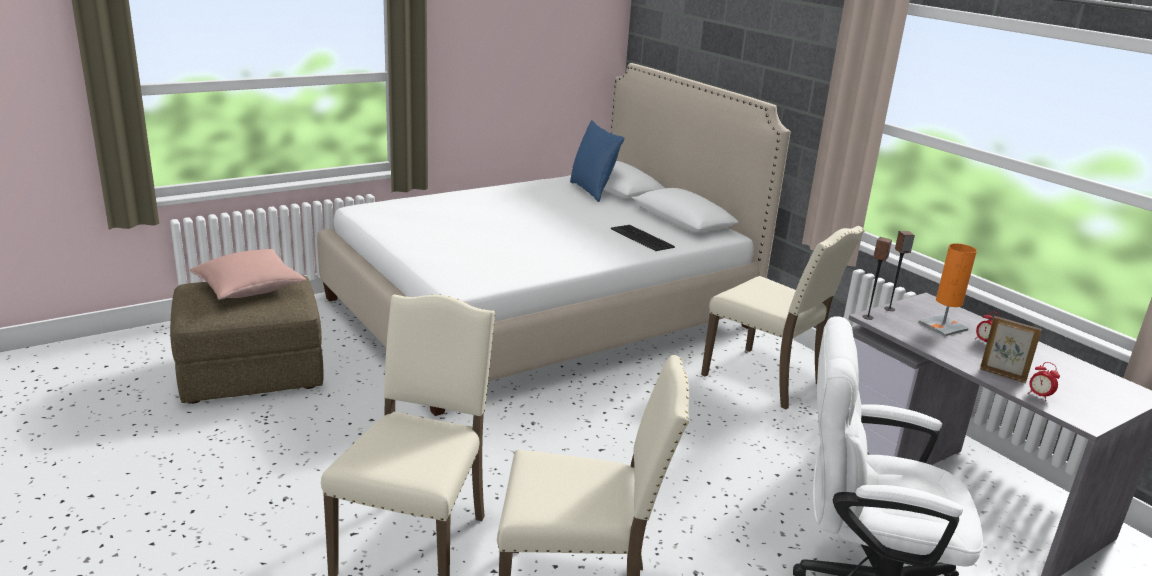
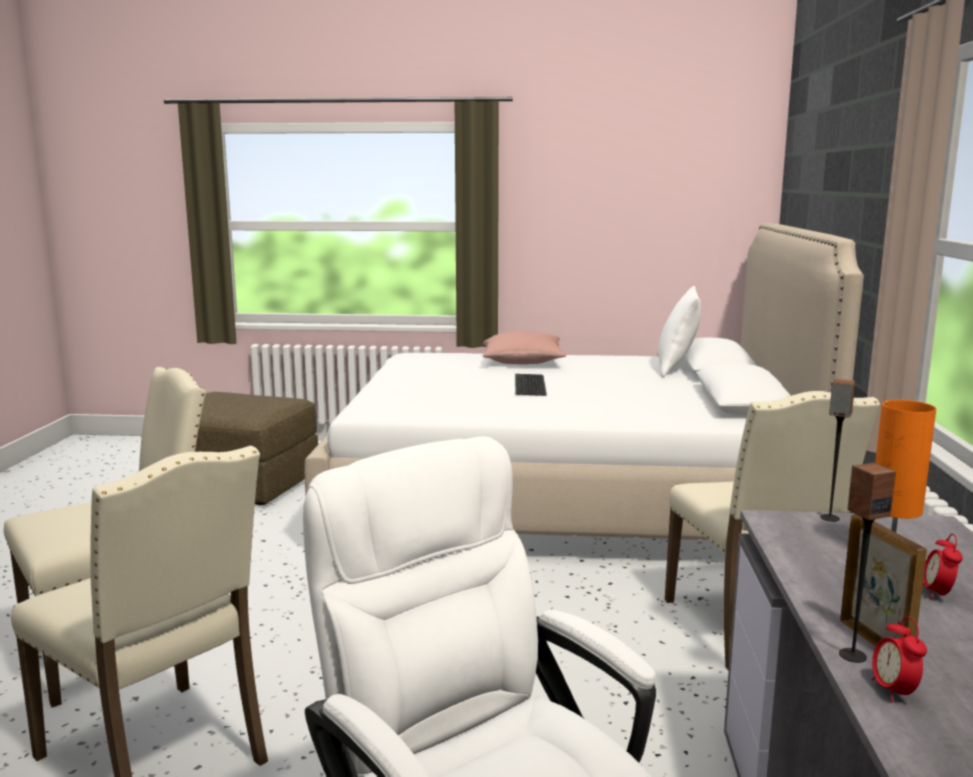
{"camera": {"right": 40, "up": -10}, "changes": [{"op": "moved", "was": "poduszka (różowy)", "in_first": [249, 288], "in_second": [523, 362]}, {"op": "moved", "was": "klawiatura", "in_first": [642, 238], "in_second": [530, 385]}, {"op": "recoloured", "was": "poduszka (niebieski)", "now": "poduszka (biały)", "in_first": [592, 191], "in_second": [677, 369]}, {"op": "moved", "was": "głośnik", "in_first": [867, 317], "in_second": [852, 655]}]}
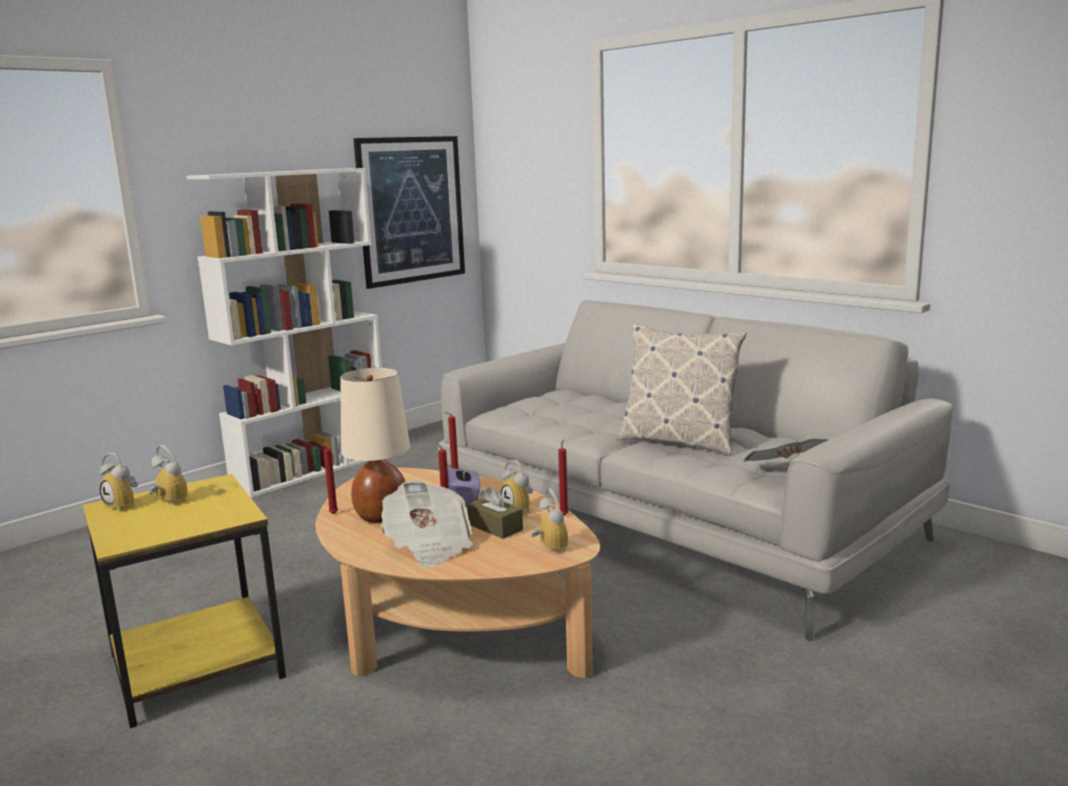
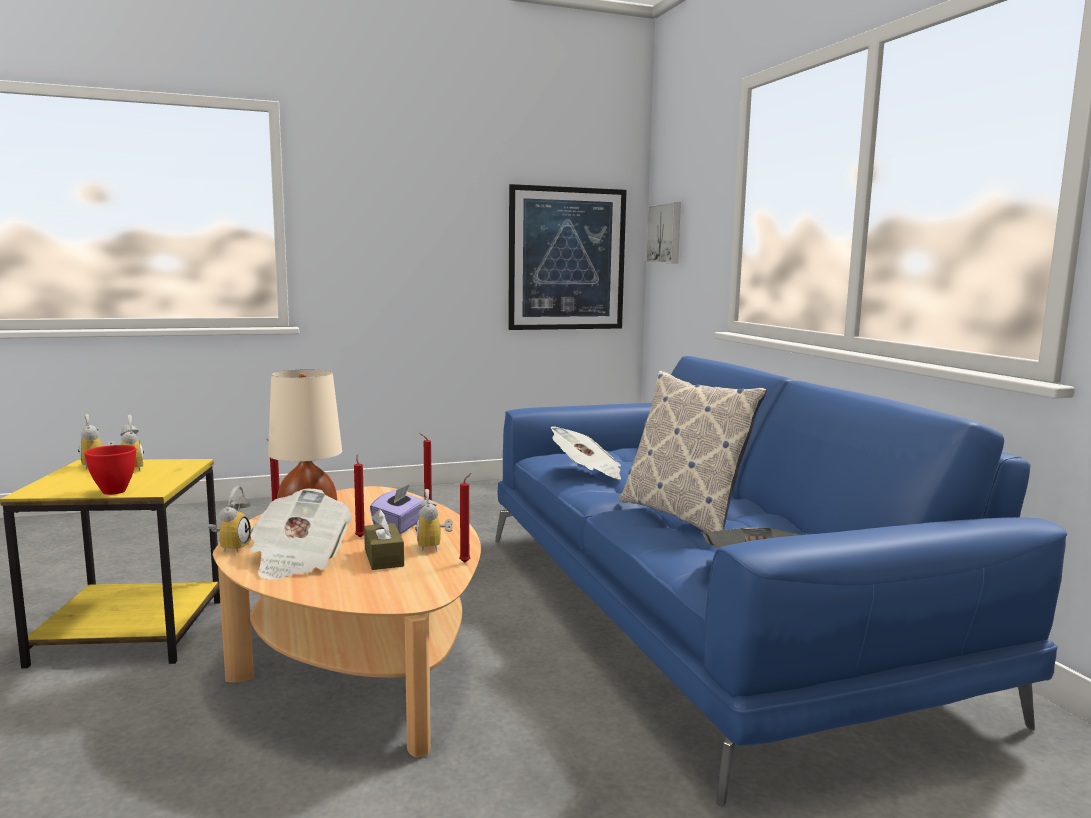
{"camera": {"right": 25, "up": -5}, "changes": [{"op": "added", "now": "miska (czerwony)", "in_second": [114, 492]}, {"op": "moved", "was": "budzik", "in_first": [547, 548], "in_second": [231, 547]}, {"op": "recoloured", "was": "kanapa (szary)", "now": "kanapa (niebieski)", "in_first": [671, 520], "in_second": [702, 615]}, {"op": "added", "now": "gazeta", "in_second": [587, 473]}, {"op": "added", "now": "obraz", "in_second": [665, 233]}, {"op": "removed", "was": "regał (biały)", "in_first": [312, 469]}]}
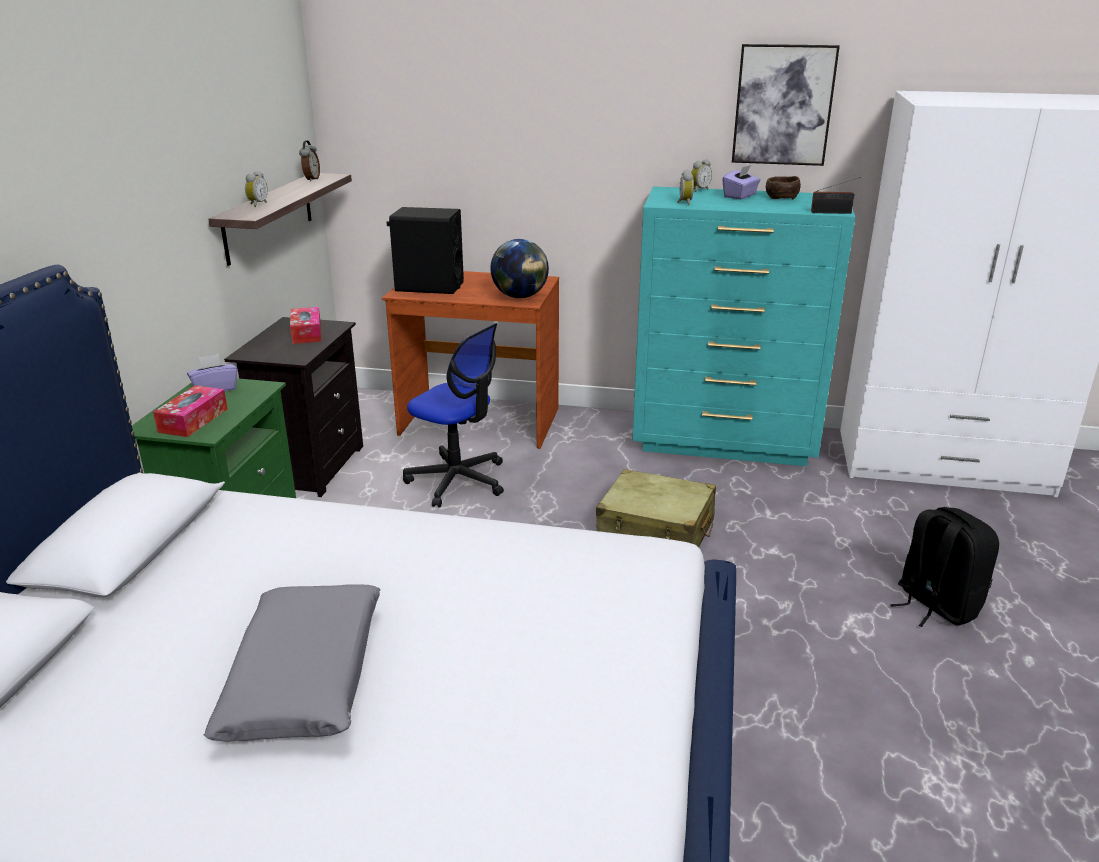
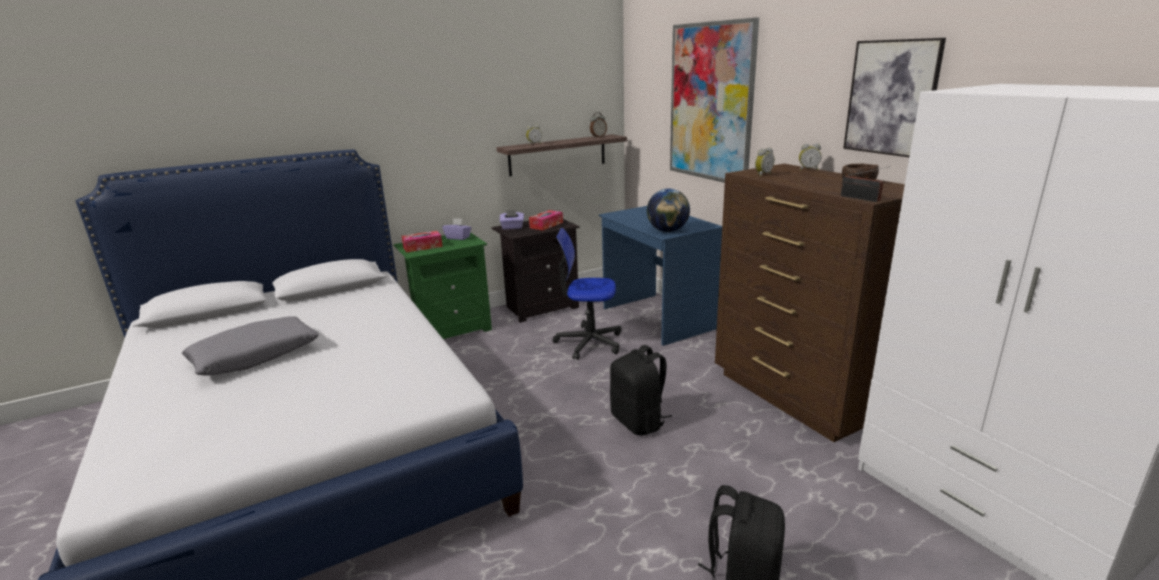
{"camera": {"right": 50, "up": -5}, "changes": [{"op": "moved", "was": "pudełko chusteczek (fioletowy)", "in_first": [740, 196], "in_second": [512, 227]}, {"op": "turned", "was": "krzesło biurowe", "in_first": [458, 480], "in_second": [589, 342], "clockwise": 105}, {"op": "recoloured", "was": "biurko (brązowy)", "now": "biurko (niebieski)", "in_first": [479, 422], "in_second": [657, 318]}, {"op": "replaced", "was": "walizka (beżowy)", "now": "plecak (czarny)", "in_first": [656, 531], "in_second": [639, 422]}, {"op": "added", "now": "obraz", "in_second": [710, 103]}, {"op": "recoloured", "was": "komoda (turkusowy)", "now": "komoda (brązowy)", "in_first": [725, 442], "in_second": [796, 396]}, {"op": "removed", "was": "głośnik (czarny)", "in_first": [429, 286]}]}
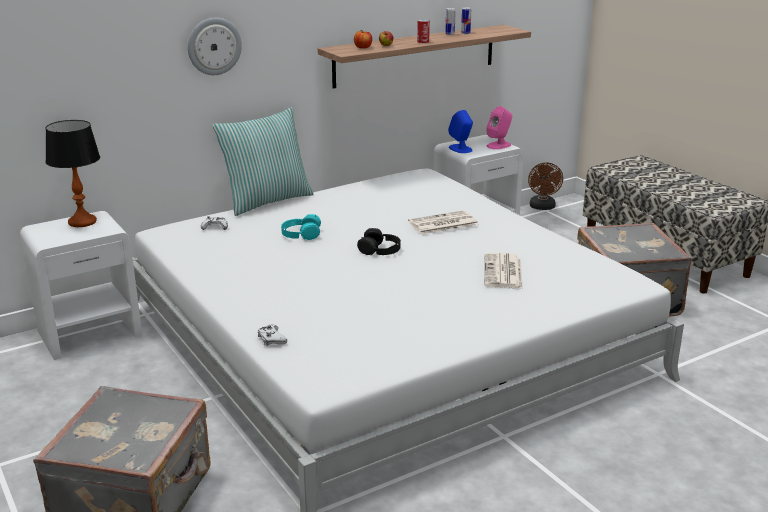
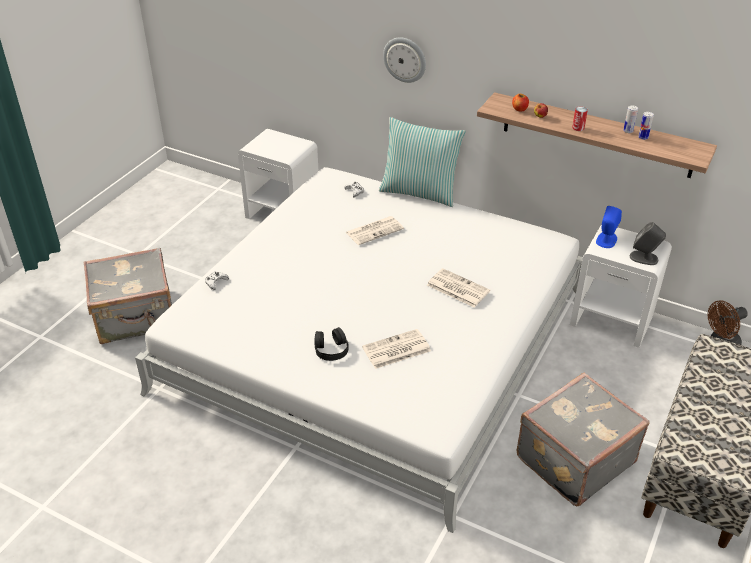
{"camera": {"right": 60, "up": 15}, "changes": [{"op": "moved", "was": "słuchawki (czarny)", "in_first": [380, 249], "in_second": [331, 349]}, {"op": "replaced", "was": "słuchawki (turkusowy)", "now": "gazeta", "in_first": [301, 234], "in_second": [375, 230]}, {"op": "recoloured", "was": "głośnik (różowy)", "now": "głośnik (szary)", "in_first": [499, 145], "in_second": [644, 258]}, {"op": "removed", "was": "lampa stołowa", "in_first": [82, 222]}]}
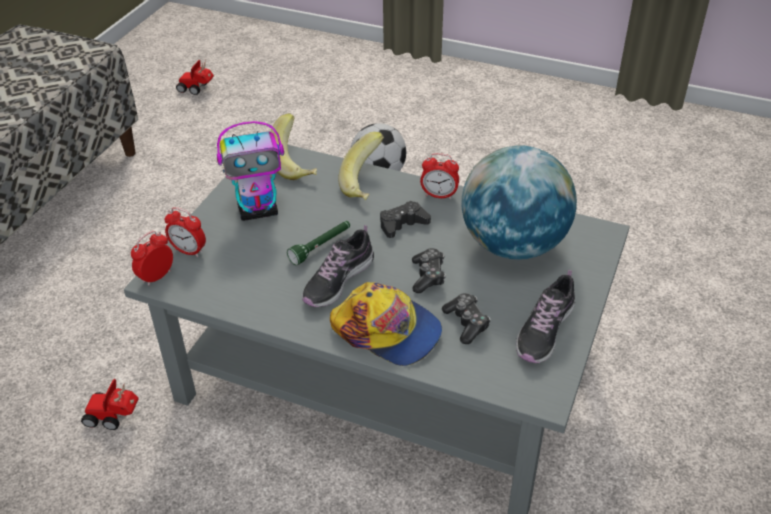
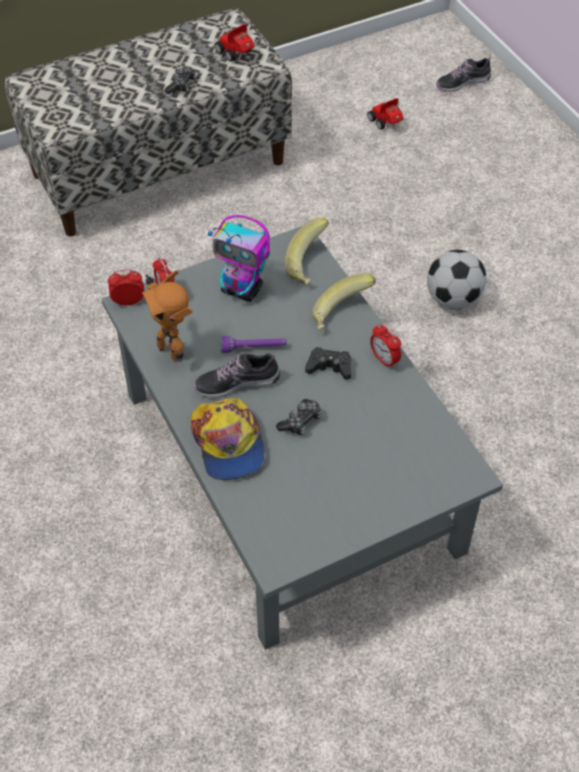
{"camera": {"right": 40, "up": 10}, "changes": [{"op": "added", "now": "robot zabawkowy", "in_second": [171, 350]}, {"op": "moved", "was": "pad do gier", "in_first": [466, 323], "in_second": [181, 85]}, {"op": "moved", "was": "samochodzik", "in_first": [115, 416], "in_second": [237, 54]}, {"op": "recoloured", "was": "latarka (zielony)", "now": "latarka (fioletowy)", "in_first": [321, 247], "in_second": [253, 348]}, {"op": "moved", "was": "but", "in_first": [544, 331], "in_second": [462, 83]}, {"op": "removed", "was": "globus", "in_first": [513, 245]}]}
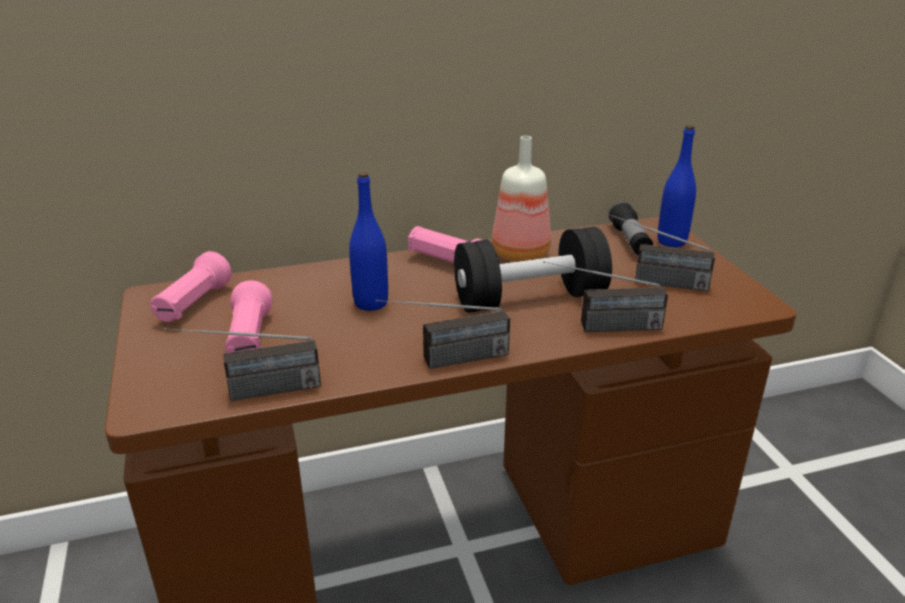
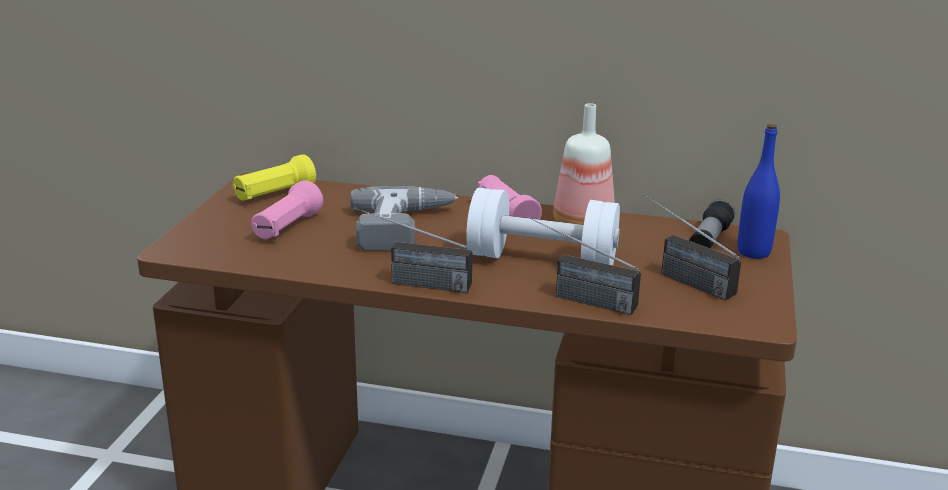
{"camera": {"right": 30, "up": -5}, "changes": [{"op": "recoloured", "was": "latarka (różowy)", "now": "latarka (żółty)", "in_first": [193, 304], "in_second": [274, 195]}, {"op": "replaced", "was": "butelka (niebieski)", "now": "wiertarka", "in_first": [371, 303], "in_second": [405, 228]}, {"op": "recoloured", "was": "hantel (czarny)", "now": "hantel (biały)", "in_first": [530, 298], "in_second": [542, 260]}, {"op": "removed", "was": "radio", "in_first": [251, 393]}]}
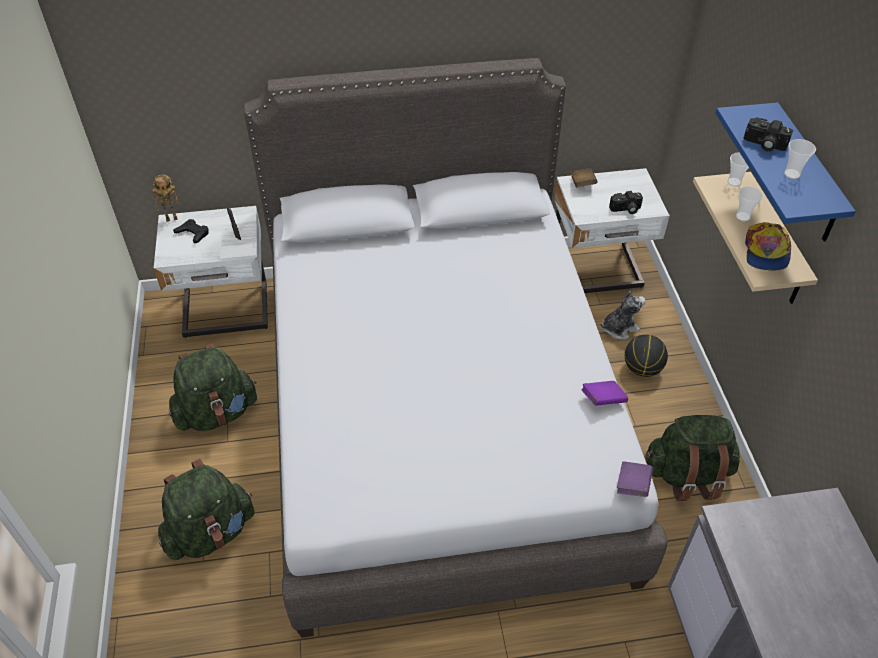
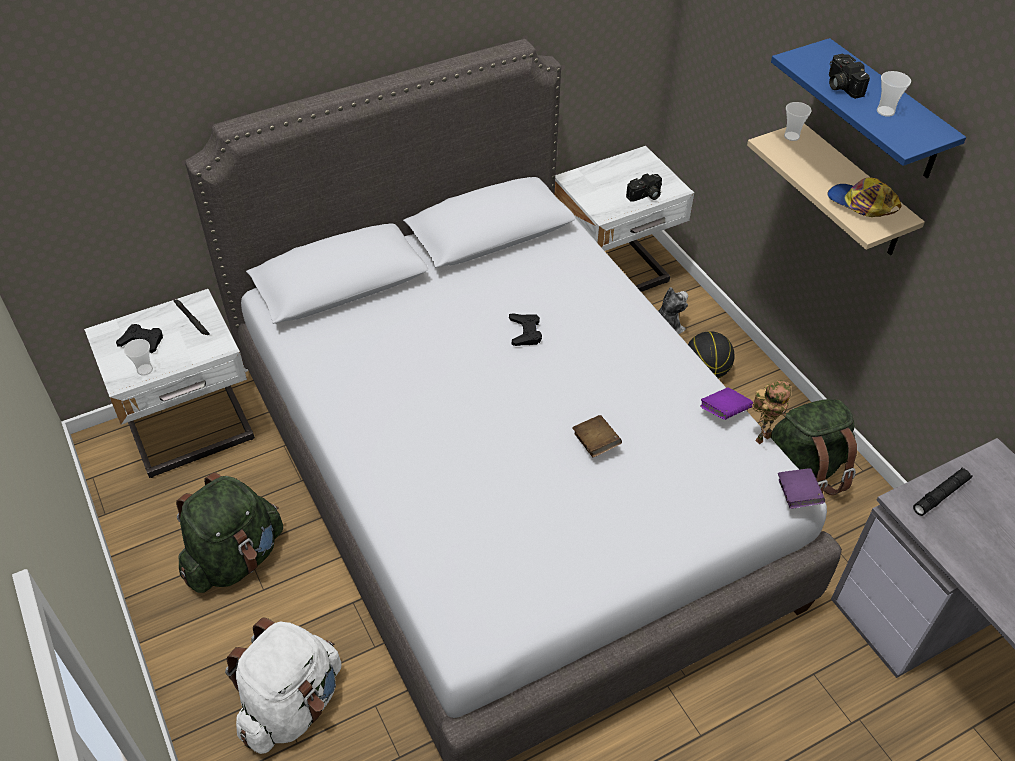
{"camera": {"right": -20, "up": 0}, "changes": [{"op": "moved", "was": "filiżanka", "in_first": [743, 216], "in_second": [145, 370]}, {"op": "recoloured", "was": "plecak (zielony)", "now": "plecak (biały)", "in_first": [211, 532], "in_second": [292, 705]}, {"op": "added", "now": "pad do gier (czarny)", "in_second": [525, 332]}, {"op": "moved", "was": "książka (brązowy)", "in_first": [582, 184], "in_second": [595, 443]}, {"op": "moved", "was": "robot zabawkowy", "in_first": [172, 218], "in_second": [762, 436]}, {"op": "turned", "was": "czapka z daszkiem", "in_first": [766, 252], "in_second": [861, 204], "clockwise": 135}, {"op": "turned", "was": "aparat fotograficzny", "in_first": [764, 144], "in_second": [841, 86], "clockwise": 60}, {"op": "added", "now": "latarka (czarny)", "in_second": [940, 495]}]}
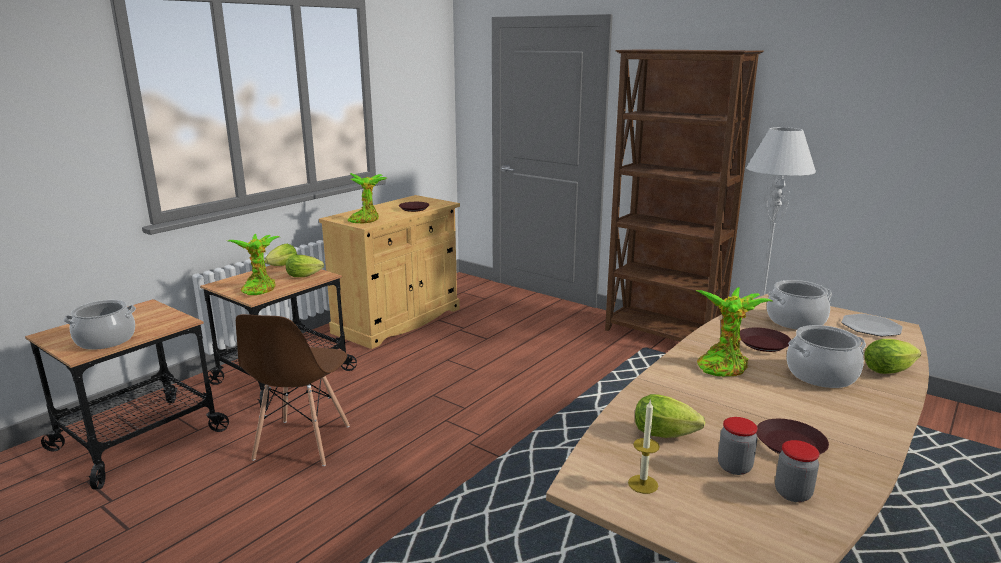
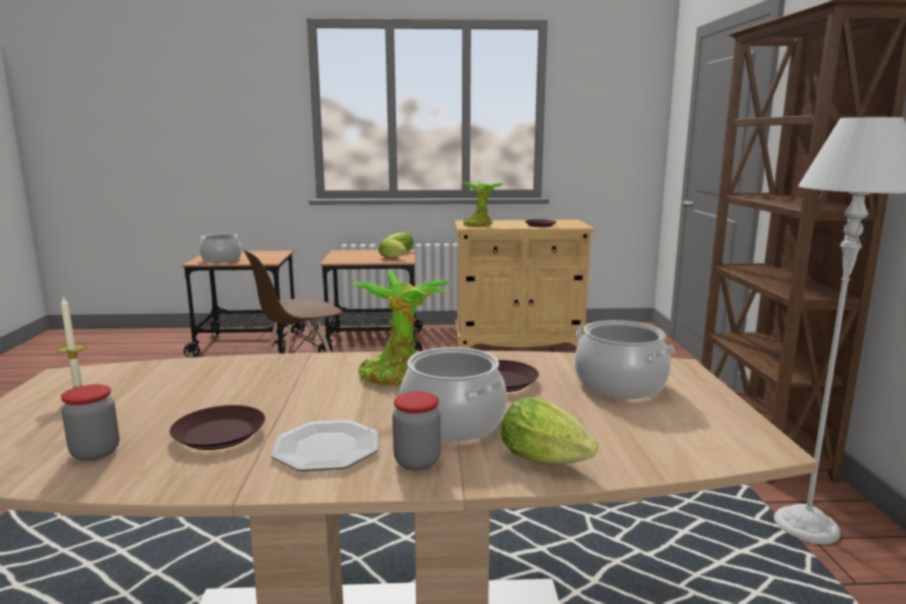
{"camera": {"right": 50, "up": -5}, "changes": [{"op": "moved", "was": "talerz", "in_first": [871, 327], "in_second": [326, 448]}, {"op": "moved", "was": "słoik", "in_first": [734, 467], "in_second": [417, 461]}, {"op": "removed", "was": "roślina doniczkowa", "in_first": [259, 288]}, {"op": "removed", "was": "sałata", "in_first": [668, 435]}]}
